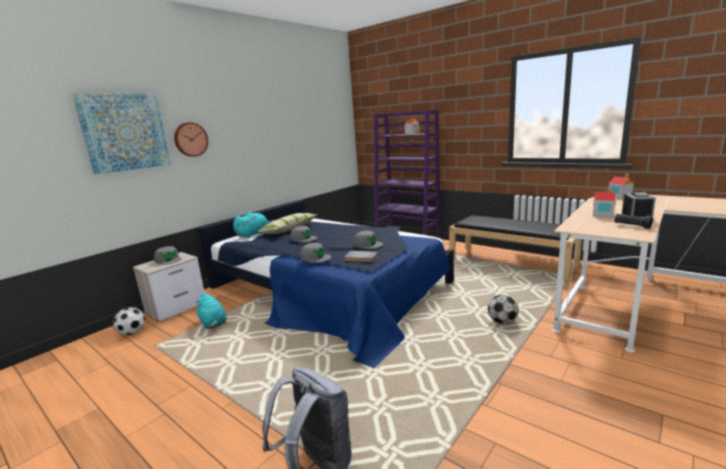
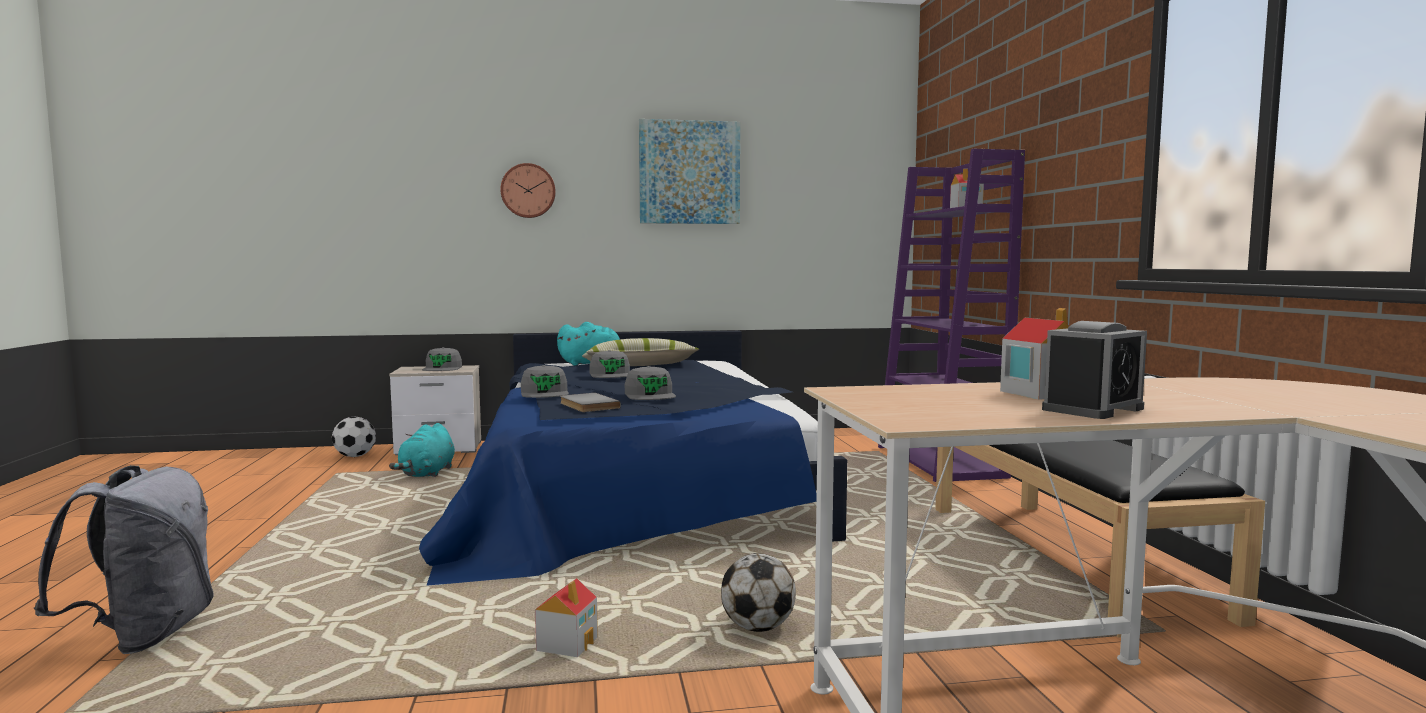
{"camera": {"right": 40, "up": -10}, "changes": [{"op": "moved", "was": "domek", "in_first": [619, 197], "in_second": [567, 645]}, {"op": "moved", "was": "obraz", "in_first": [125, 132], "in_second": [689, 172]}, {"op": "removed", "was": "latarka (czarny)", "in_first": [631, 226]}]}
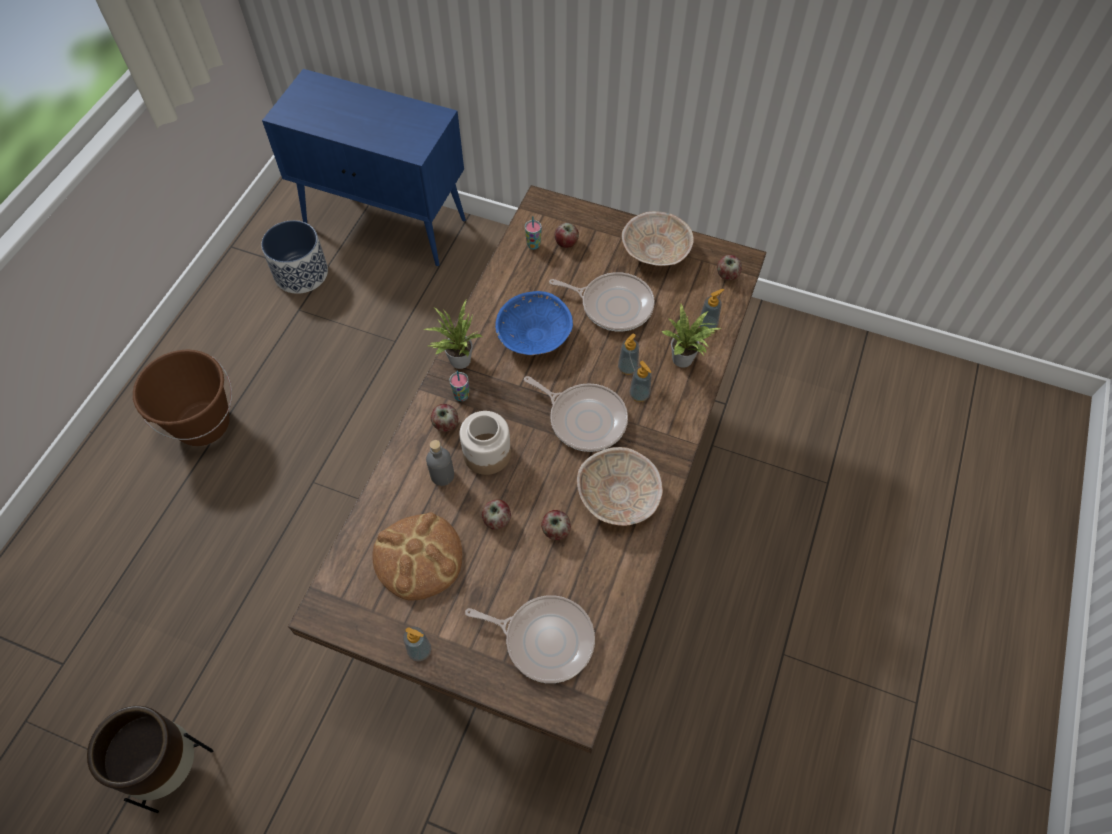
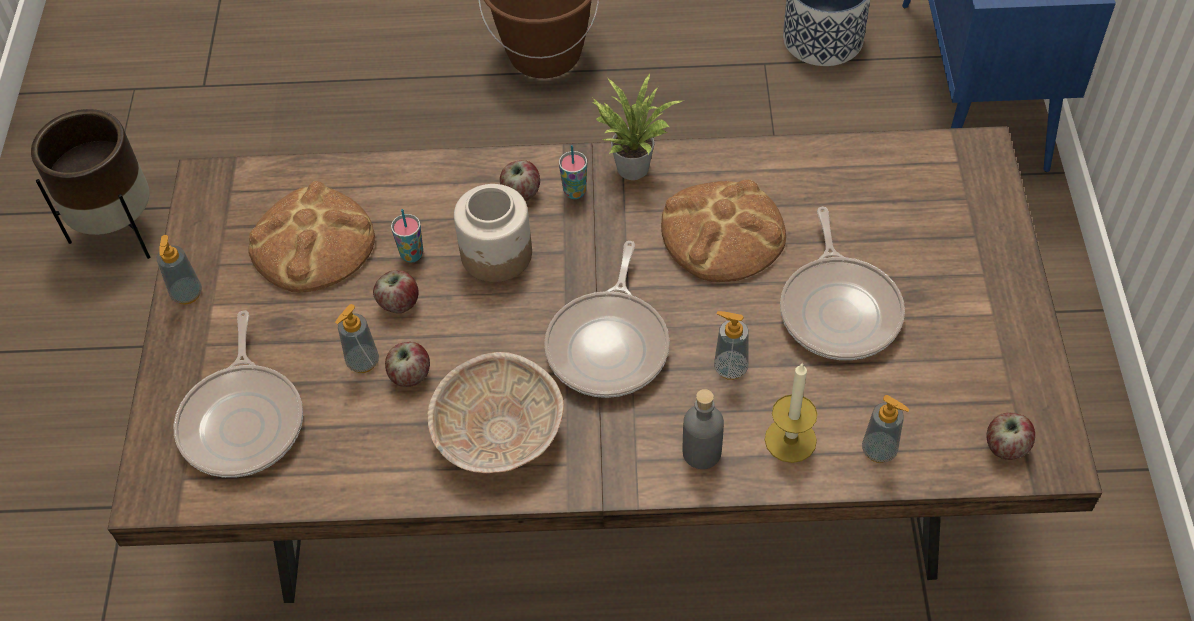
{"camera": {"right": 70, "up": -5}, "changes": [{"op": "moved", "was": "dozownik mydła", "in_first": [639, 395], "in_second": [363, 362]}, {"op": "moved", "was": "filiżanka", "in_first": [533, 245], "in_second": [412, 254]}, {"op": "replaced", "was": "miska (niebieski)", "now": "chleb", "in_first": [533, 336], "in_second": [722, 233]}, {"op": "moved", "was": "butelka (szary)", "in_first": [442, 475], "in_second": [701, 452]}, {"op": "replaced", "was": "roślina doniczkowa", "now": "świeca", "in_first": [685, 360], "in_second": [790, 440]}, {"op": "removed", "was": "jabłko", "in_first": [566, 243]}, {"op": "removed", "was": "miska (beżowy)", "in_first": [655, 250]}]}
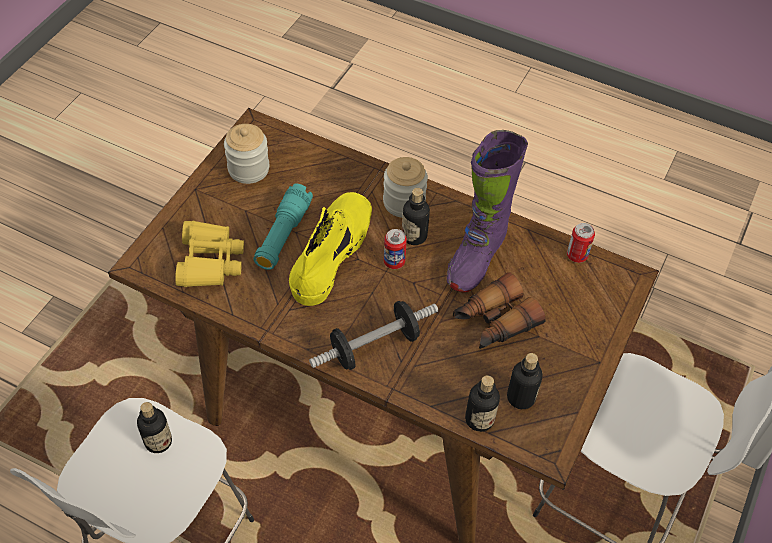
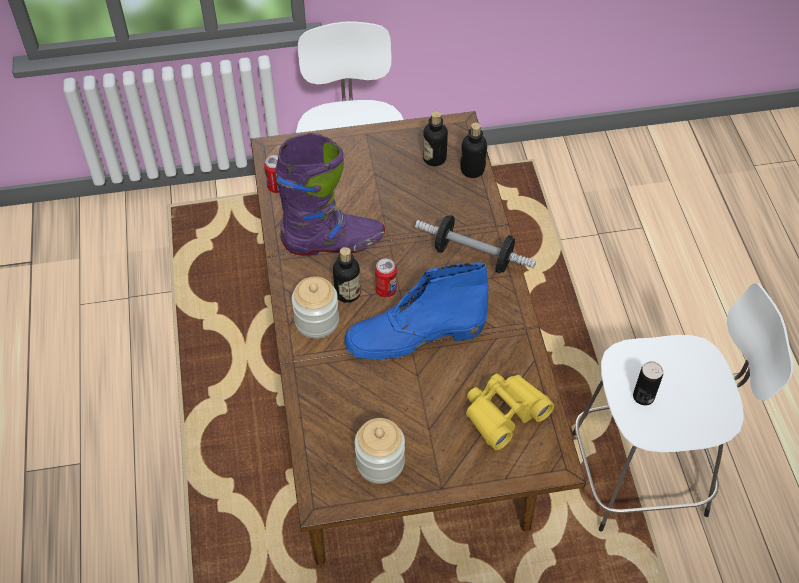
{"camera": {"right": -125, "up": 0}, "changes": [{"op": "recoloured", "was": "but z cholewką (żółty)", "now": "but z cholewką (niebieski)", "in_first": [332, 252], "in_second": [414, 336]}, {"op": "replaced", "was": "butelka", "now": "puszka", "in_first": [158, 441], "in_second": [643, 396]}, {"op": "removed", "was": "latarka (turkusowy)", "in_first": [283, 235]}, {"op": "removed", "was": "lornetka", "in_first": [494, 322]}]}
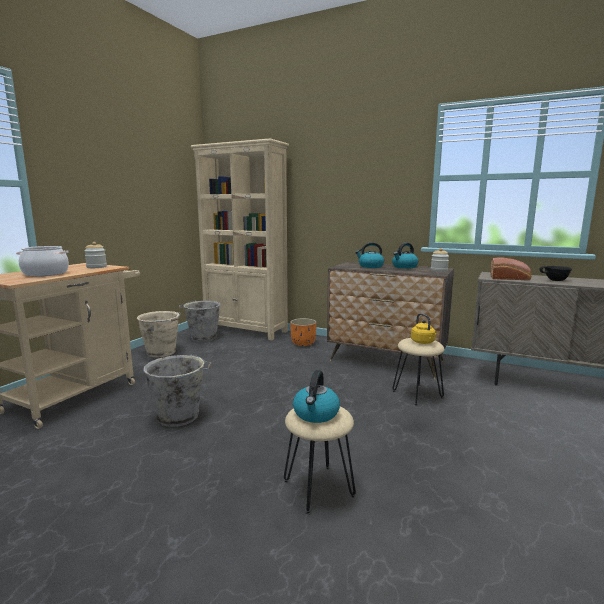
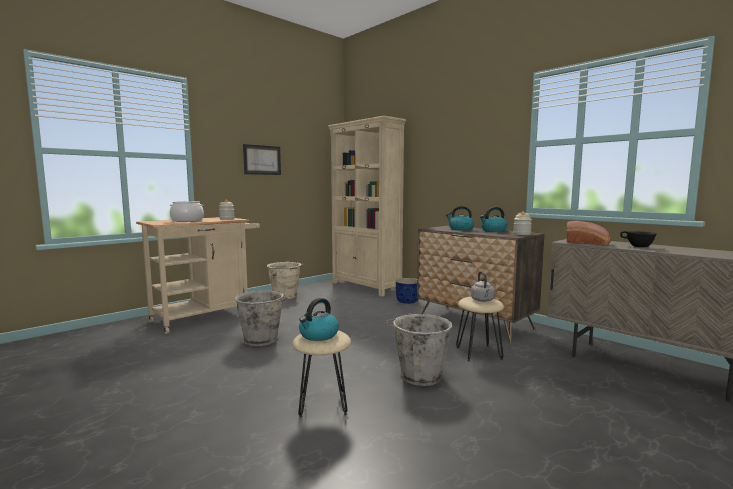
{"camera": {"right": 20, "up": -5}, "changes": [{"op": "added", "now": "obraz", "in_second": [262, 160]}, {"op": "moved", "was": "wiadro (szary)", "in_first": [202, 338], "in_second": [419, 376]}, {"op": "recoloured", "was": "donica (pomarańczowy)", "now": "donica (niebieski)", "in_first": [303, 343], "in_second": [407, 301]}, {"op": "recoloured", "was": "czajnik (żółty)", "now": "czajnik (szary)", "in_first": [423, 342], "in_second": [482, 300]}]}
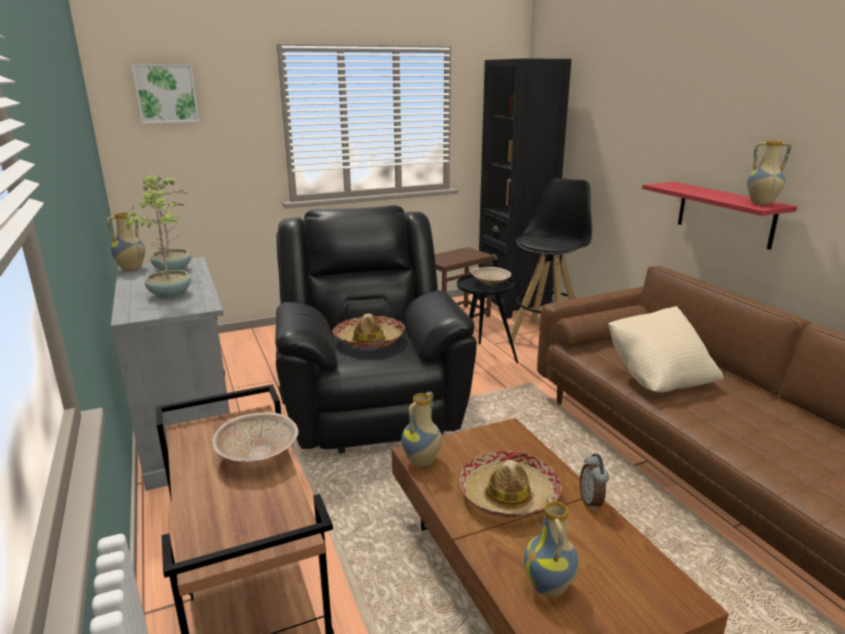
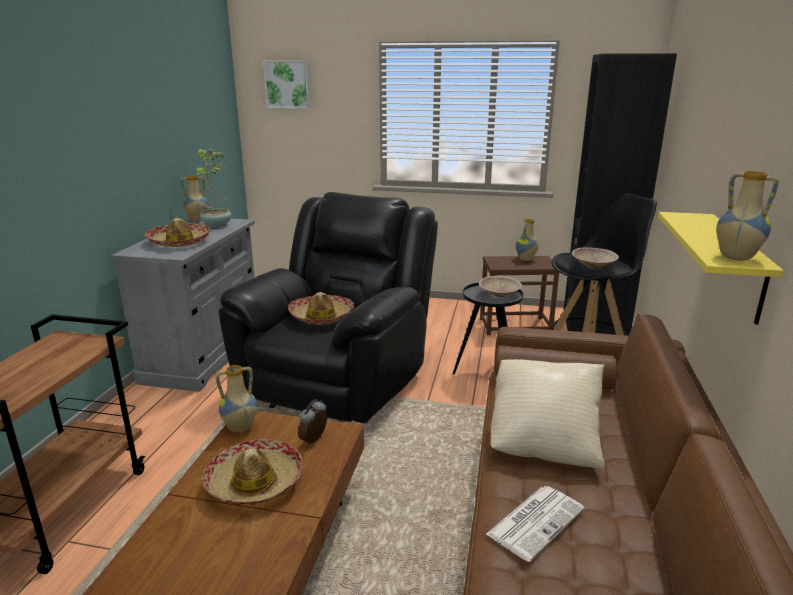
{"camera": {"right": 35, "up": 0}, "changes": [{"op": "replaced", "was": "roślina doniczkowa", "now": "kapelusz", "in_first": [170, 294], "in_second": [179, 242]}, {"op": "moved", "was": "budzik", "in_first": [591, 501], "in_second": [314, 440]}, {"op": "added", "now": "gazeta", "in_second": [536, 521]}, {"op": "moved", "was": "wazon", "in_first": [550, 587], "in_second": [526, 259]}, {"op": "moved", "was": "miska (beżowy)", "in_first": [258, 455], "in_second": [593, 267]}, {"op": "recoloured", "was": "półka (czerwony)", "now": "półka (żółty)", "in_first": [725, 214], "in_second": [737, 266]}]}
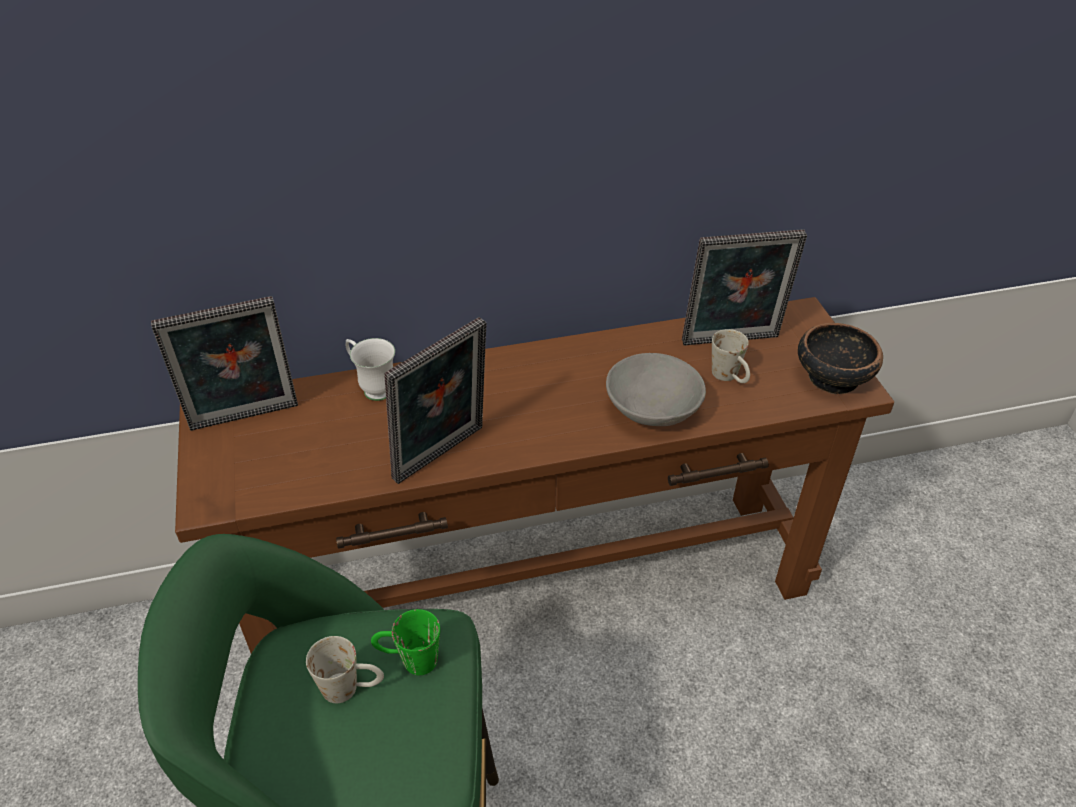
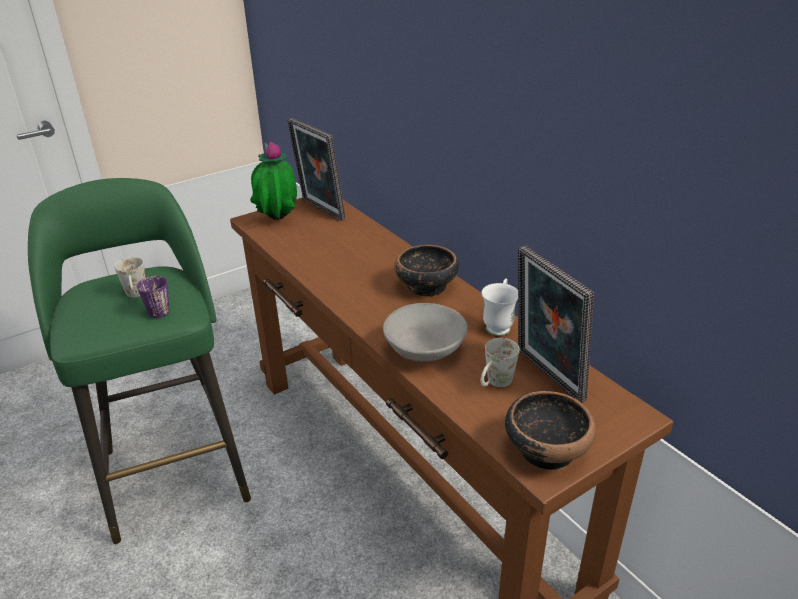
{"camera": {"right": 70, "up": -10}, "changes": [{"op": "recoloured", "was": "kubek (zielony)", "now": "kubek (fioletowy)", "in_first": [408, 660], "in_second": [159, 308]}, {"op": "added", "now": "roślina doniczkowa", "in_second": [278, 222]}, {"op": "added", "now": "miska", "in_second": [426, 287]}, {"op": "moved", "was": "kubek (biały)", "in_first": [372, 387], "in_second": [499, 325]}, {"op": "removed", "was": "ramka na zdjęcie", "in_first": [443, 456]}]}
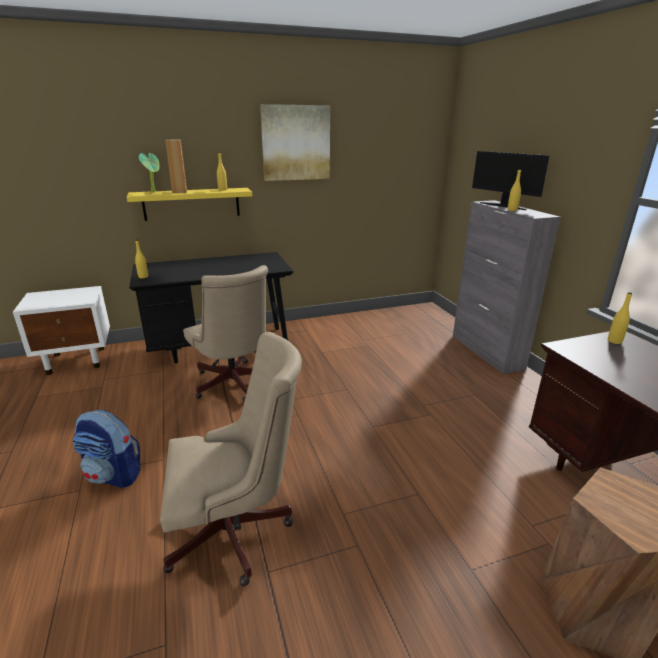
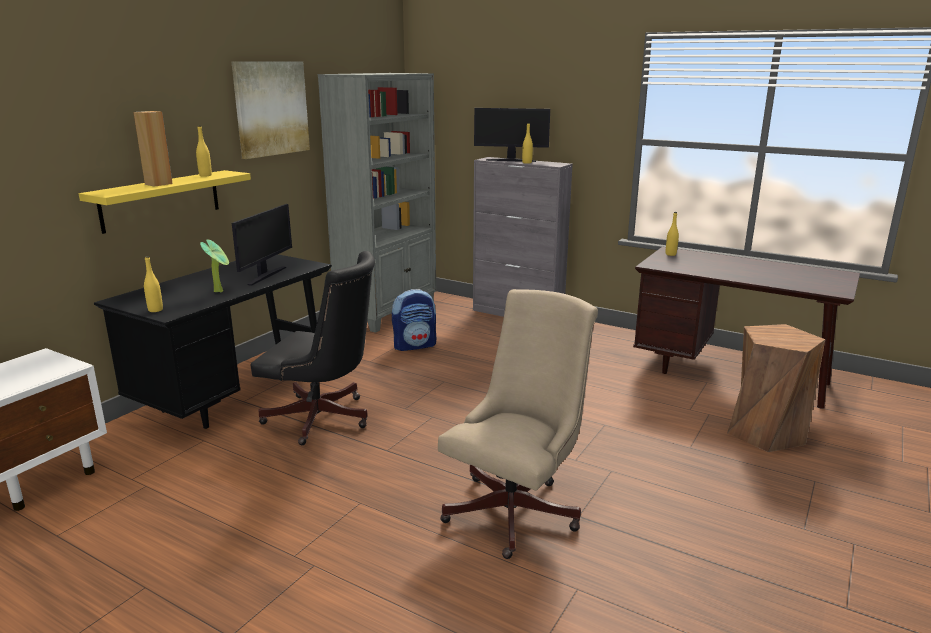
{"camera": {"right": -40, "up": -5}, "changes": [{"op": "moved", "was": "roślina doniczkowa", "in_first": [154, 192], "in_second": [220, 291]}, {"op": "added", "now": "monitor", "in_second": [265, 276]}, {"op": "recoloured", "was": "krzesło biurowe (beżowy)", "now": "krzesło biurowe (czarny)", "in_first": [234, 385], "in_second": [324, 420]}, {"op": "added", "now": "regał (szary)", "in_second": [388, 312]}, {"op": "moved", "was": "plecak", "in_first": [114, 475], "in_second": [415, 345]}]}
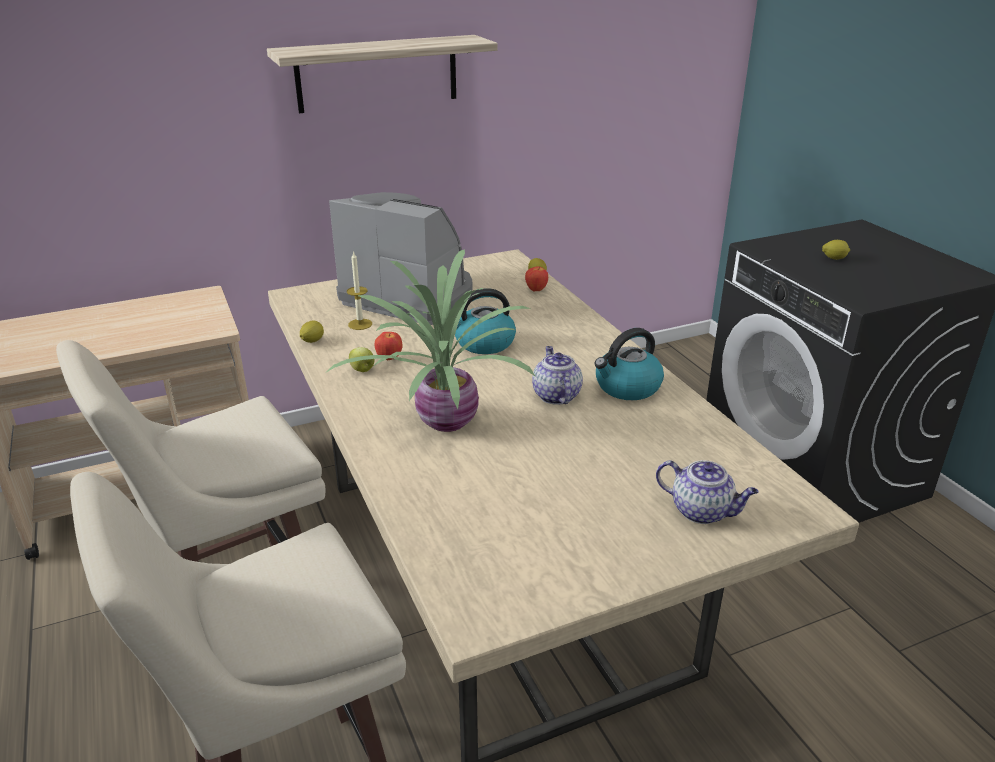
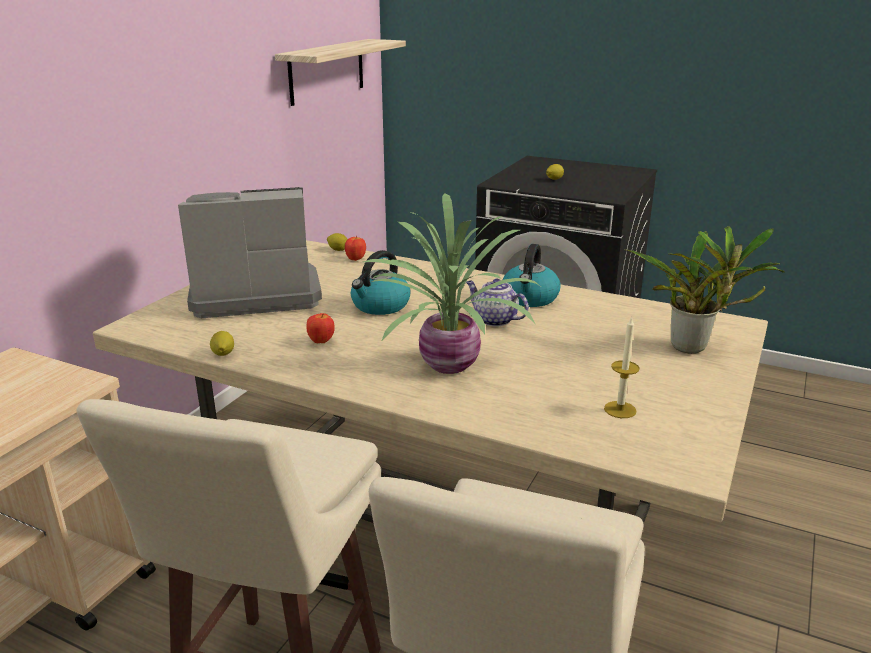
{"camera": {"right": -40, "up": -5}, "changes": [{"op": "moved", "was": "półka", "in_first": [377, 73], "in_second": [327, 71]}, {"op": "moved", "was": "świeca", "in_first": [360, 324], "in_second": [620, 409]}, {"op": "replaced", "was": "imbryk", "now": "roślina doniczkowa", "in_first": [702, 511], "in_second": [694, 348]}, {"op": "removed", "was": "jabłko", "in_first": [362, 370]}]}
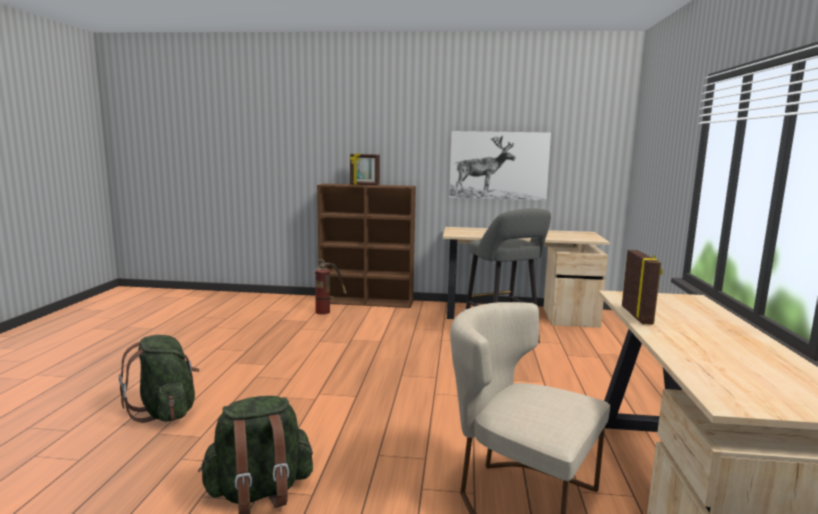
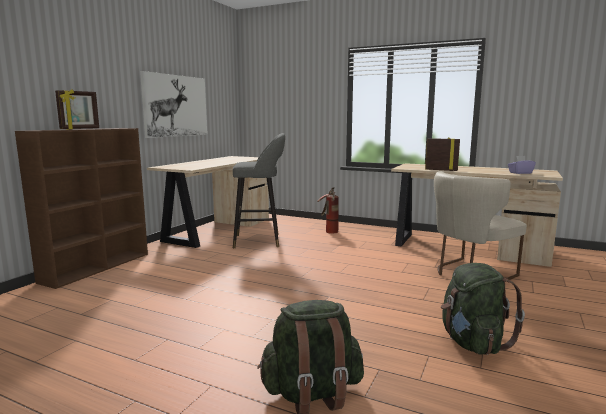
{"camera": {"right": -70, "up": 0}, "changes": [{"op": "moved", "was": "gaśnica", "in_first": [326, 310], "in_second": [328, 230]}, {"op": "added", "now": "pudełko chusteczek (fioletowy)", "in_second": [520, 173]}]}
